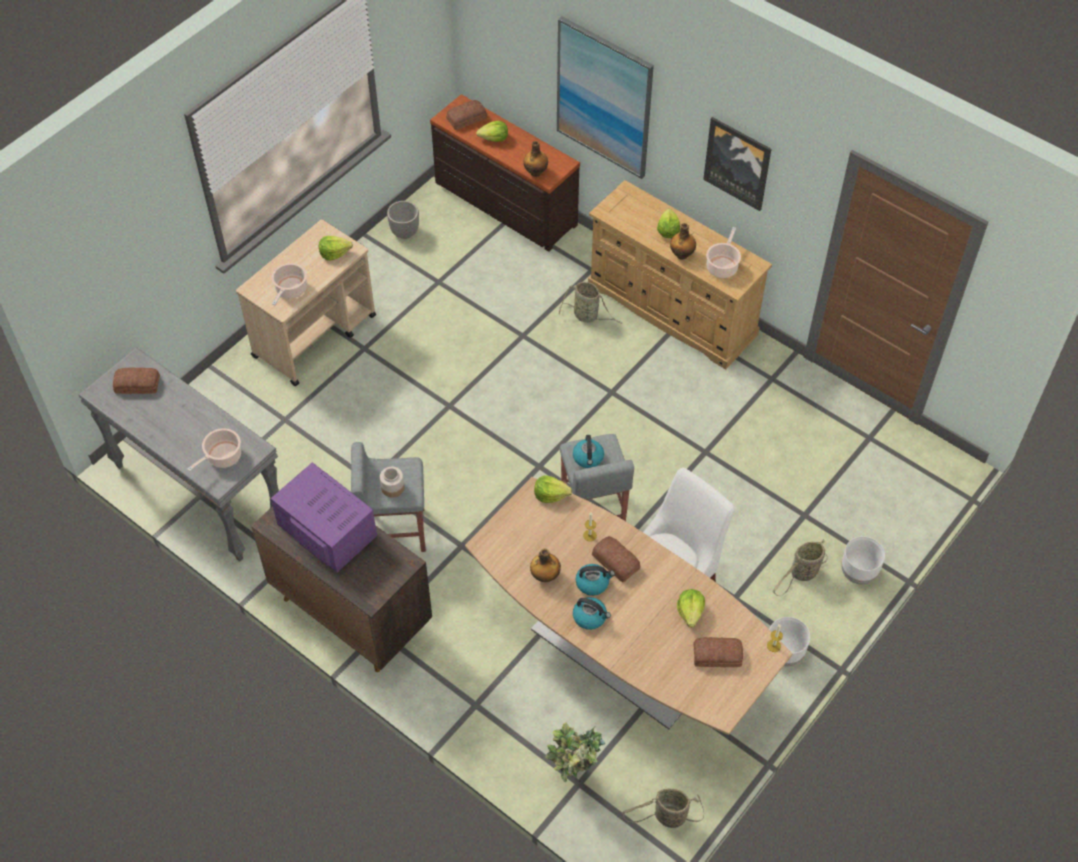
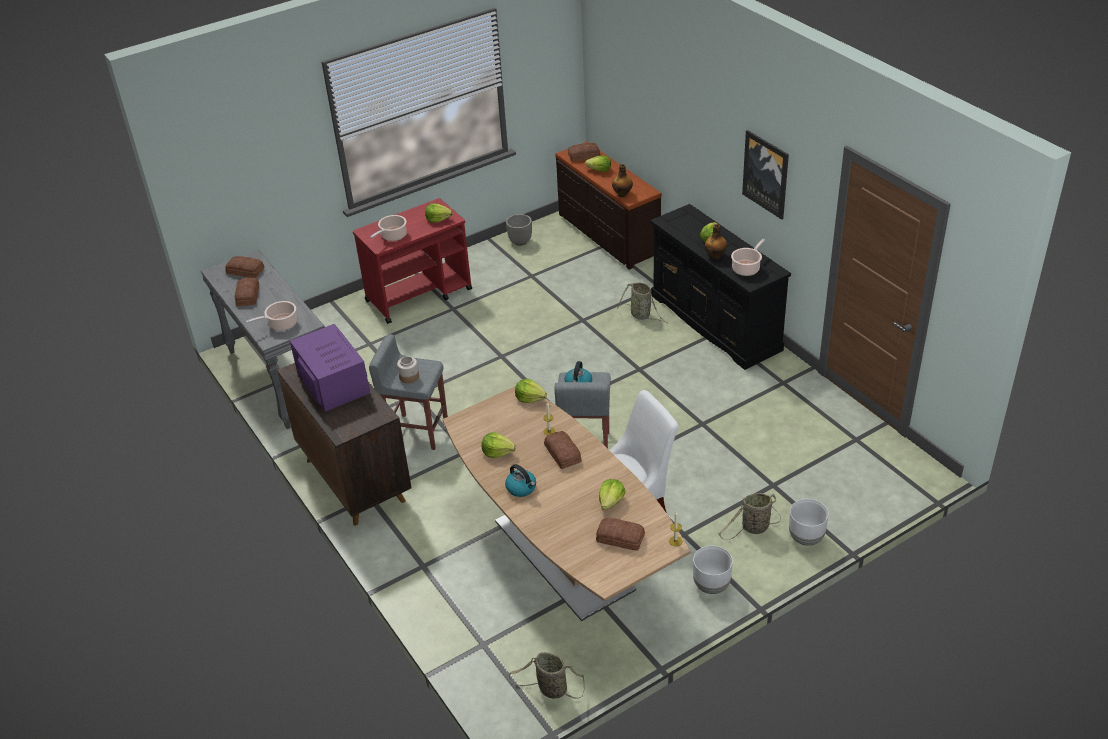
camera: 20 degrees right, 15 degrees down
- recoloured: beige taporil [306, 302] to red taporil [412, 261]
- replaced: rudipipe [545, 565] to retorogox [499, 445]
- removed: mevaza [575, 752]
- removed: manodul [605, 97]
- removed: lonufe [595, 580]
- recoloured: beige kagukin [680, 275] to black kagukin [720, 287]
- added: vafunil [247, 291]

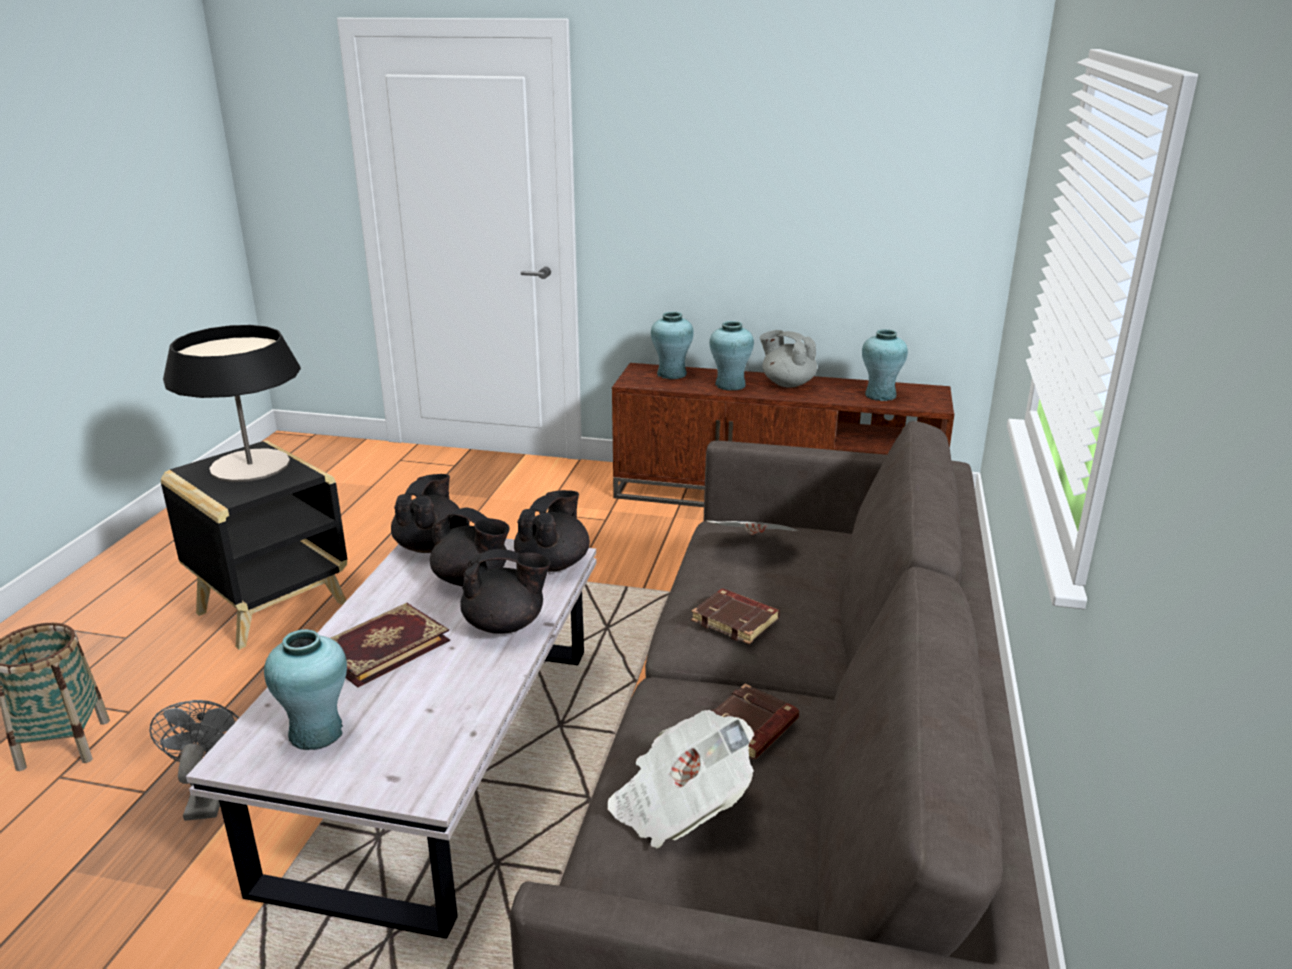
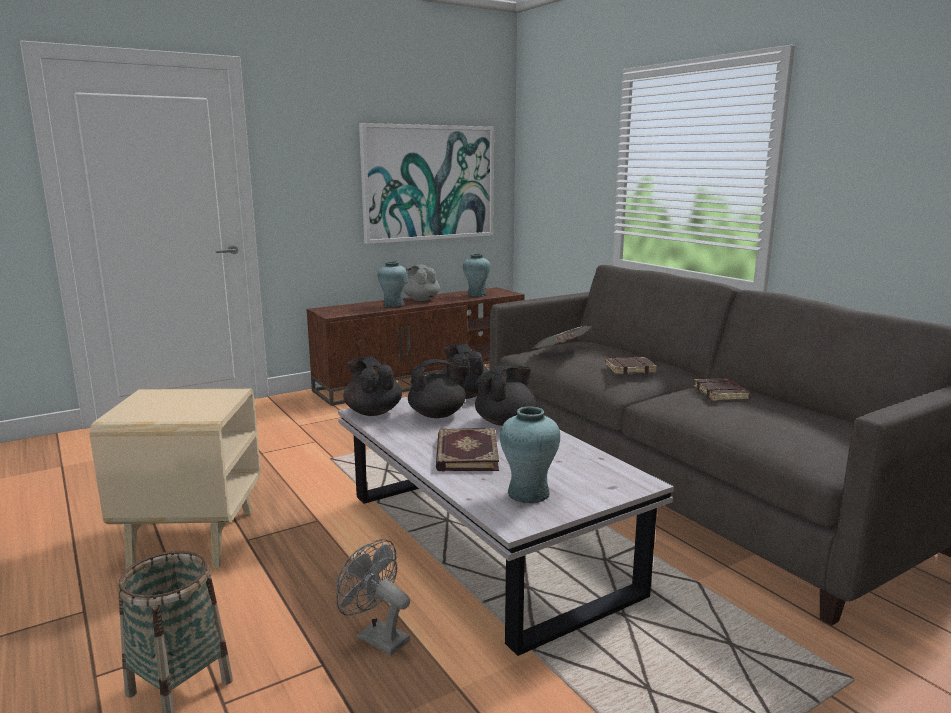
camera: 45 degrees left, 10 degrees down
- recoloured: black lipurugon [254, 545] to beige lipurugon [175, 479]
- removed: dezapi [232, 403]
- removed: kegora [680, 779]
- removed: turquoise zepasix [672, 345]
- turned: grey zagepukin [788, 358] = [421, 282] 60 degrees clockwise
- added: manodul [426, 183]

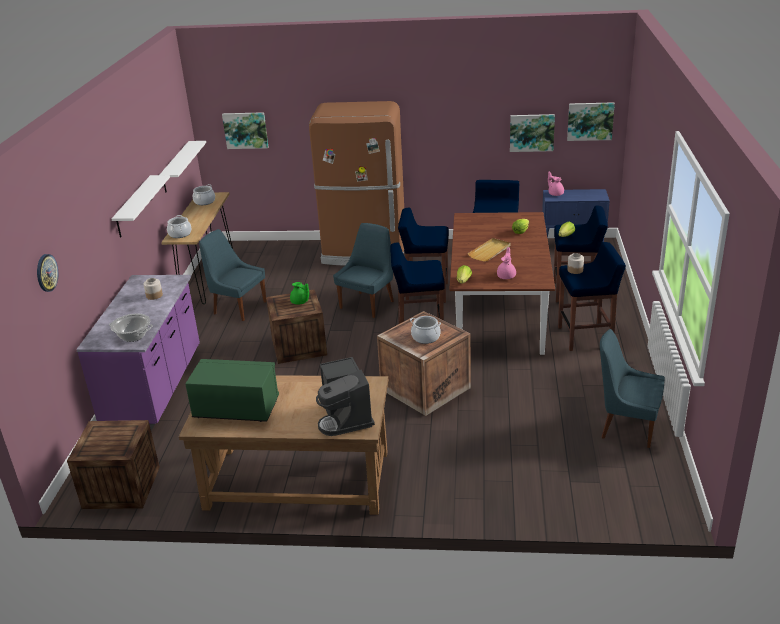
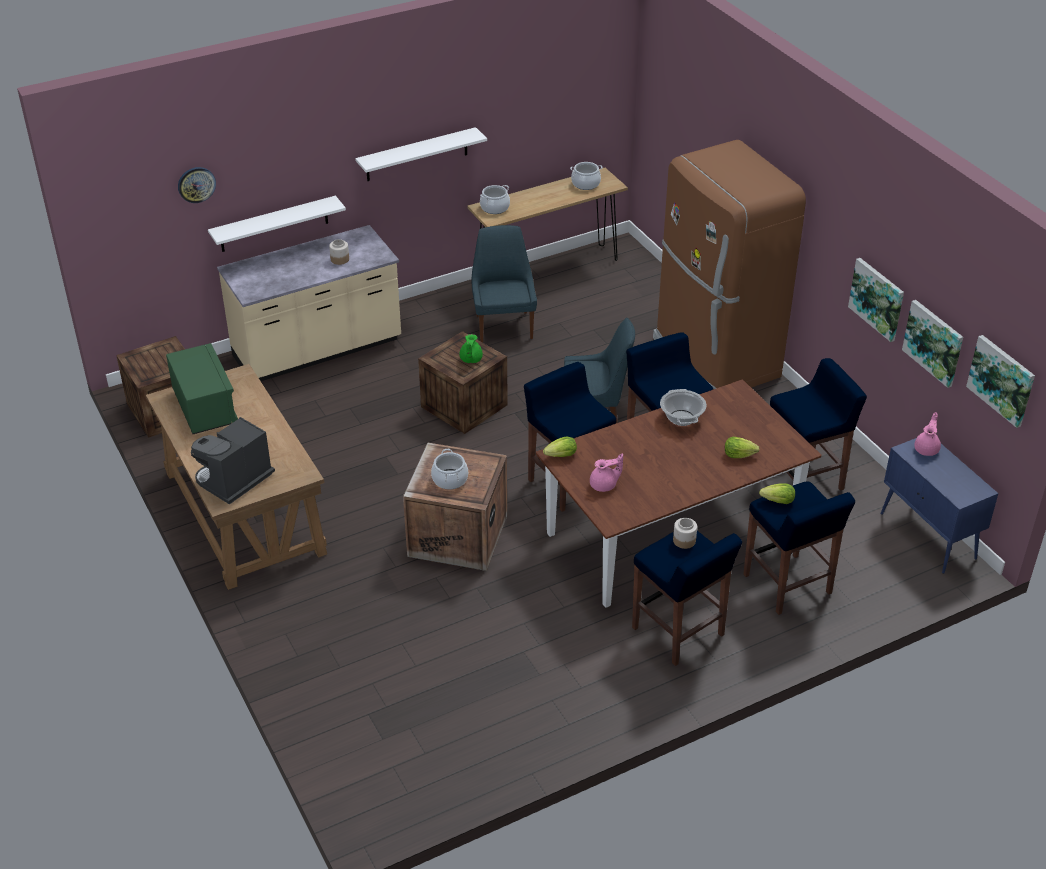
camera: 55 degrees right, 10 degrees up
- recoloured: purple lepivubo [138, 353] to beige lepivubo [309, 303]
- moved: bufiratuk [131, 328] to [683, 407]
- moved: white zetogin [182, 167] to [277, 224]
- moved: manodul [245, 130] to [876, 300]
- removed: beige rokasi [489, 250]
- removed: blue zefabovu [632, 388]

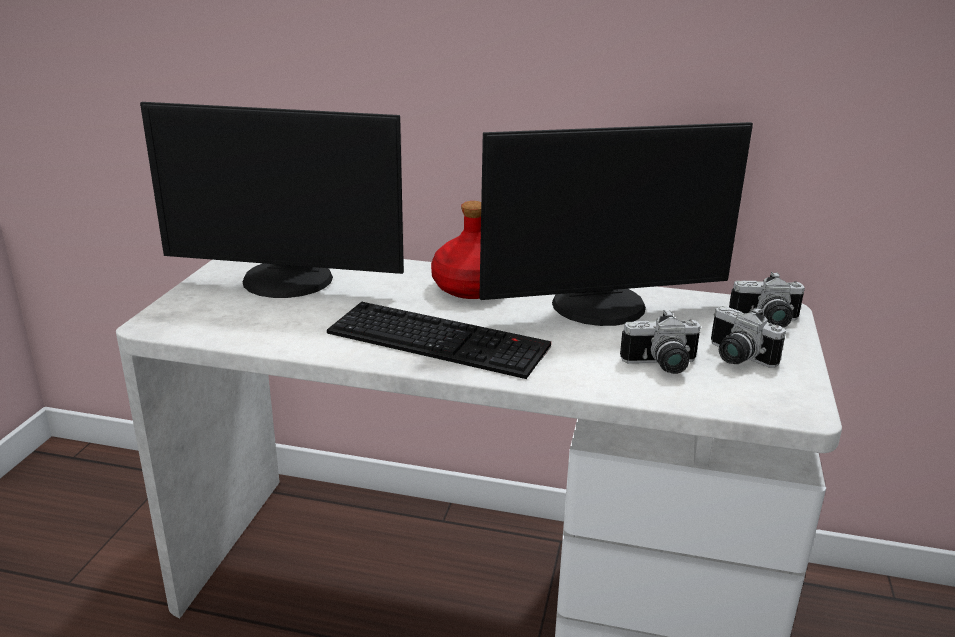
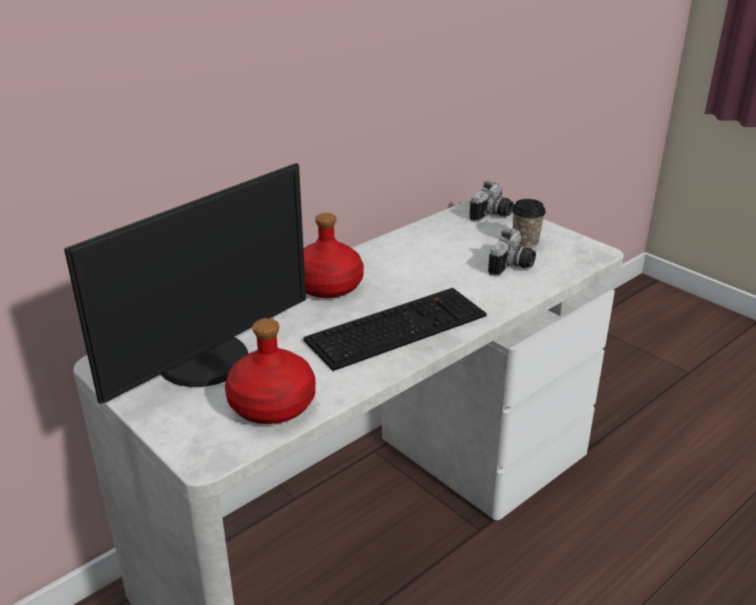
camera: 55 degrees left, 5 degrees up
- removed: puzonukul [616, 224]
- replaced: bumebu [748, 337] to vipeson [529, 223]
- added: red rudipipe [270, 371]

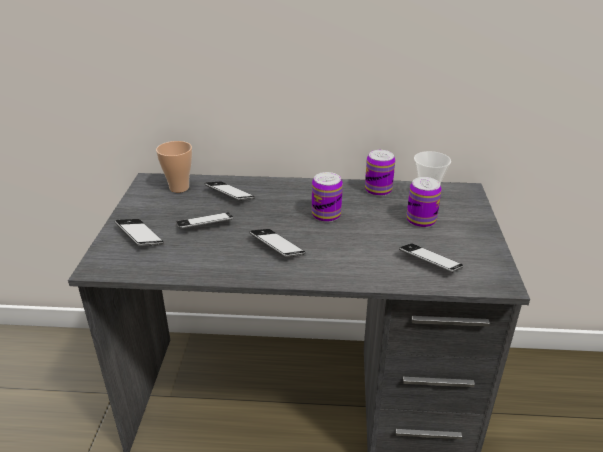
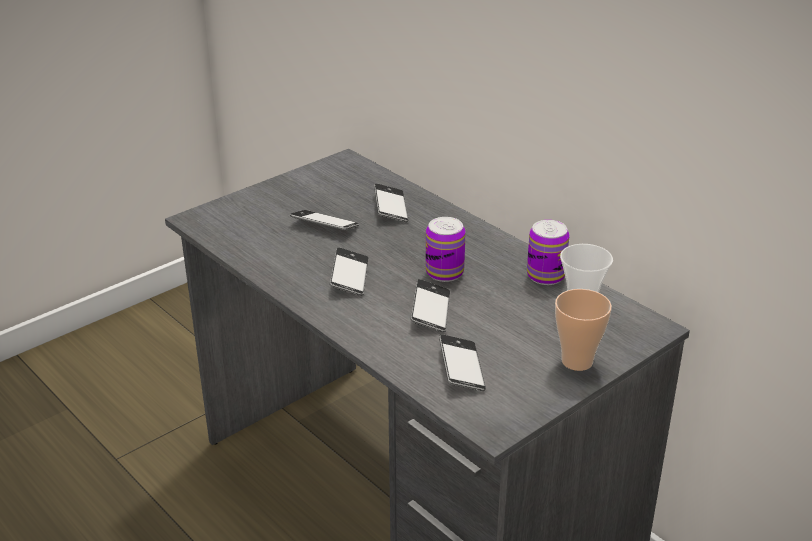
camera: 45 degrees right, 0 degrees up
- moved: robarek [139, 232] to [430, 305]
- moved: vipeson [174, 167] to [583, 330]
- removed: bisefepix [424, 202]

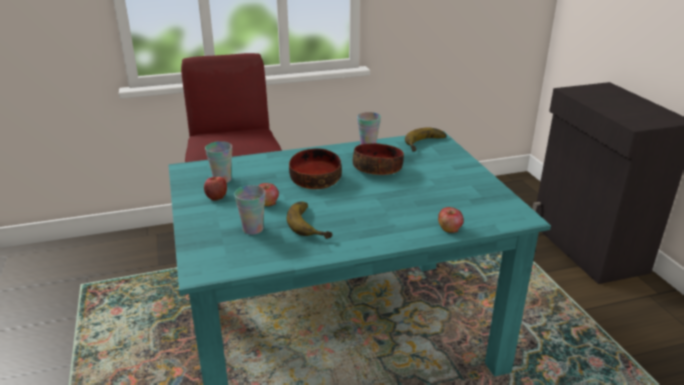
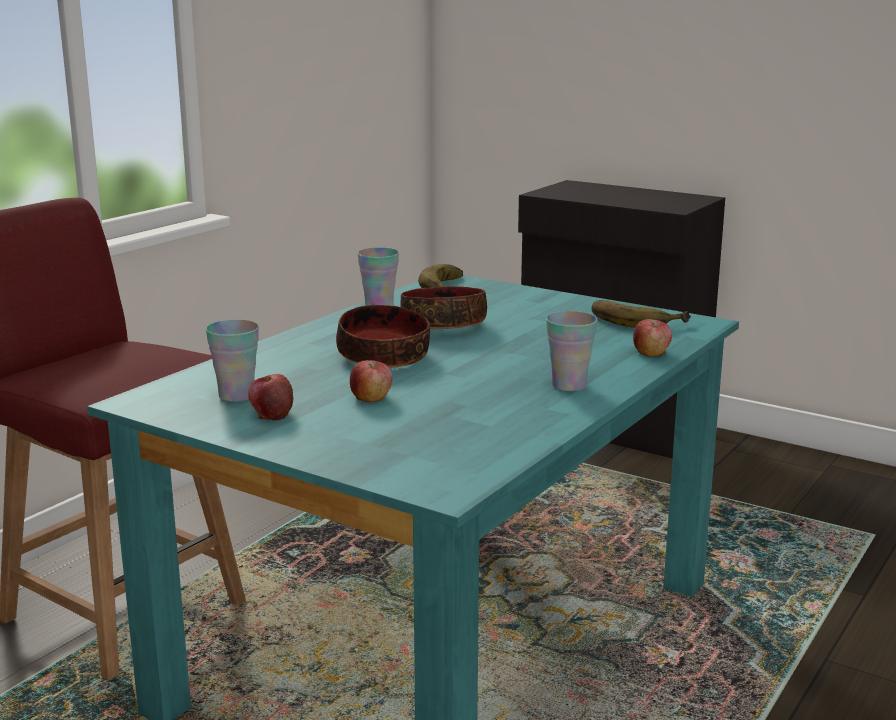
camera: 40 degrees left, 10 degrees down
- moved: vipeson [250, 210] to [571, 351]
- moved: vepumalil [310, 220] to [641, 314]

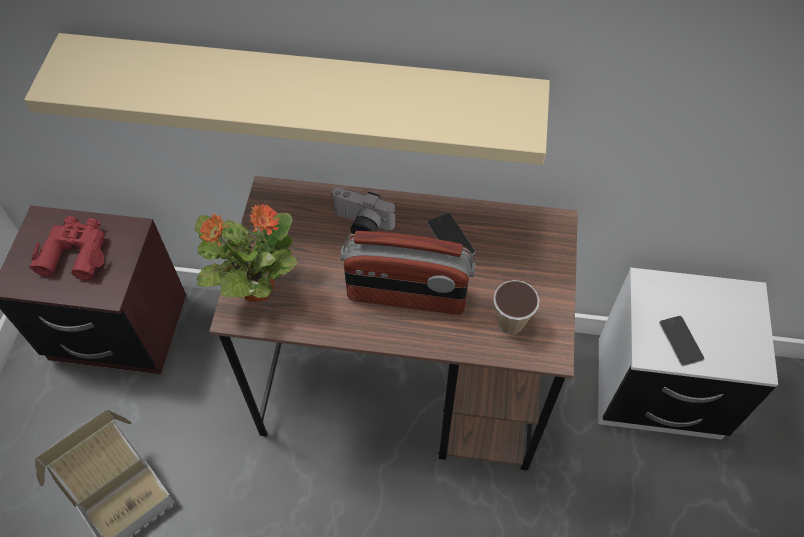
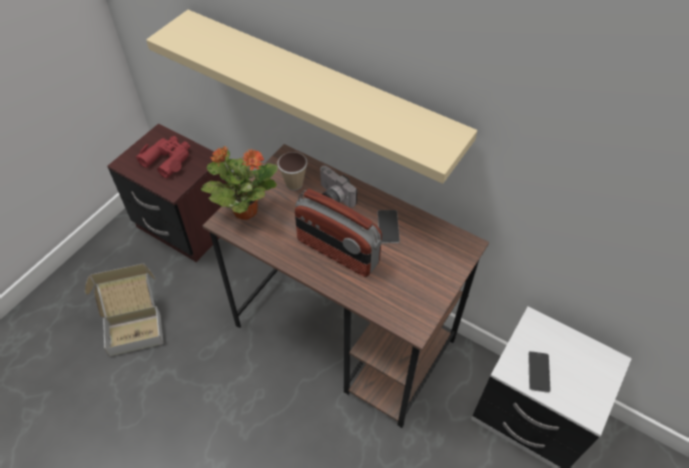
camera: 25 degrees right, 5 degrees down
- moved: vipeson [517, 307] to [292, 171]

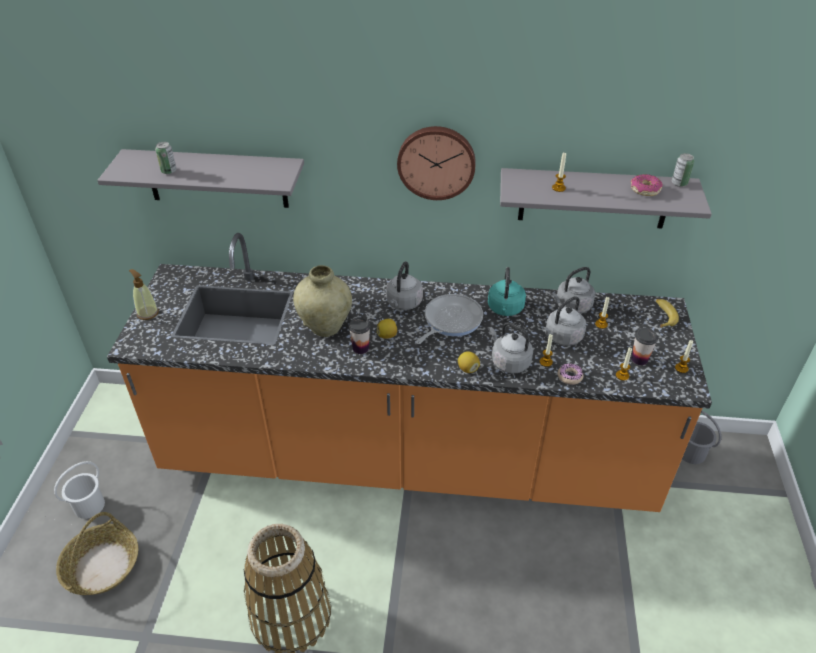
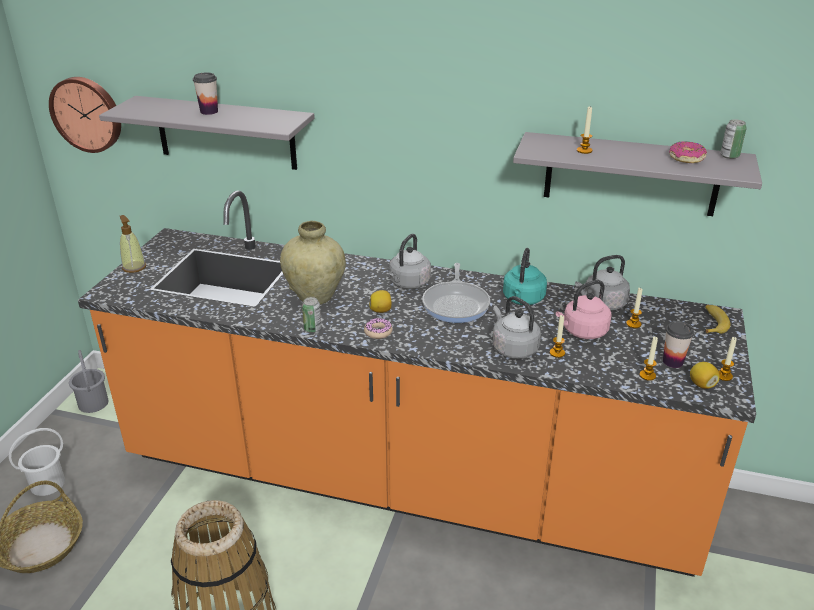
camera: 10 degrees right, 10 degrees down
- moved: bisefepix [166, 158] to [311, 315]
- moved: vipeson [360, 335] to [205, 93]
- moved: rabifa [436, 163] to [85, 115]
- turned: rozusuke [449, 319] = [456, 293] 135 degrees clockwise
- moved: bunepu [469, 362] to [705, 375]
- recoloured: grey lonufe [564, 321] to pink lonufe [584, 309]
- moved: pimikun [570, 374] to [378, 328]
- moved: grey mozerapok [702, 437] to [89, 381]

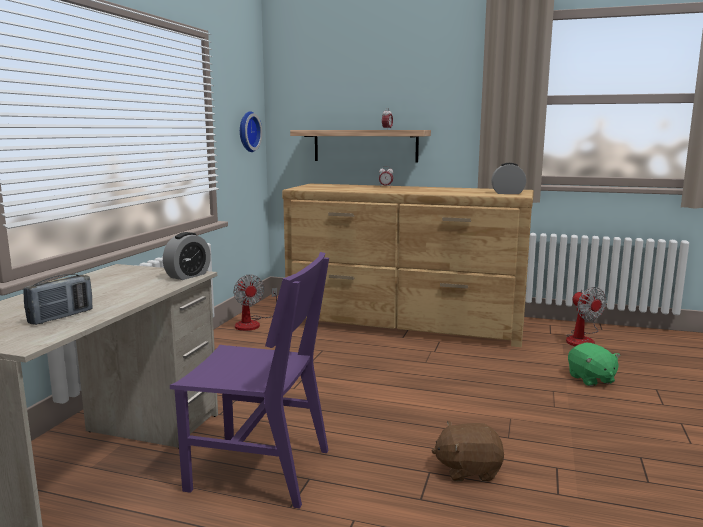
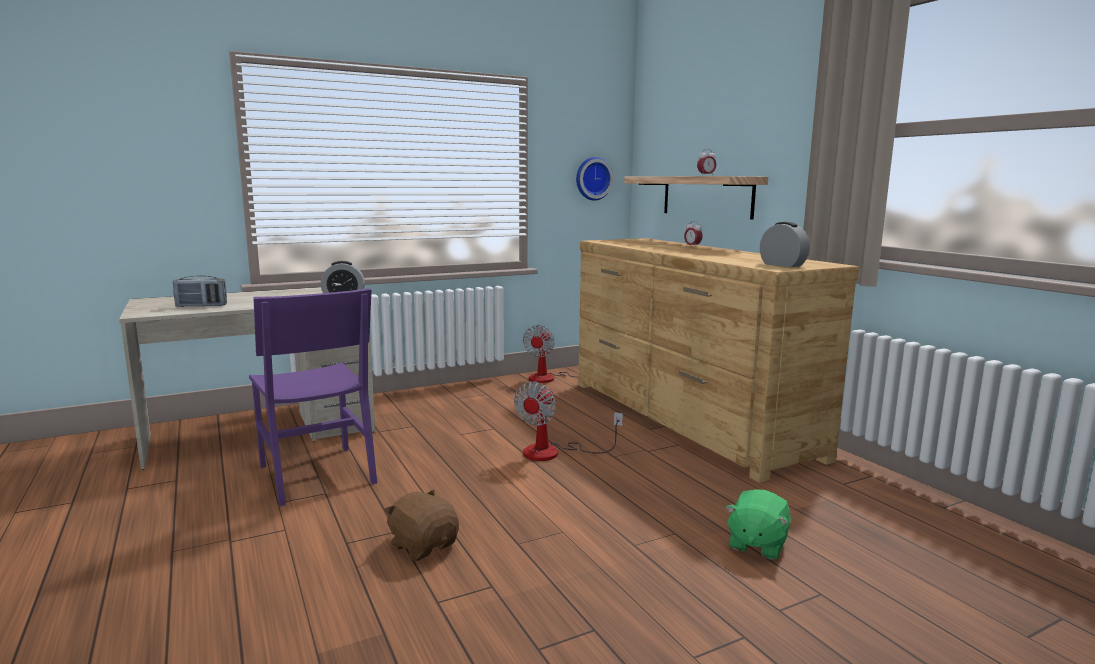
camera: 45 degrees right, 0 degrees up
- moved: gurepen [586, 316] to [568, 421]

